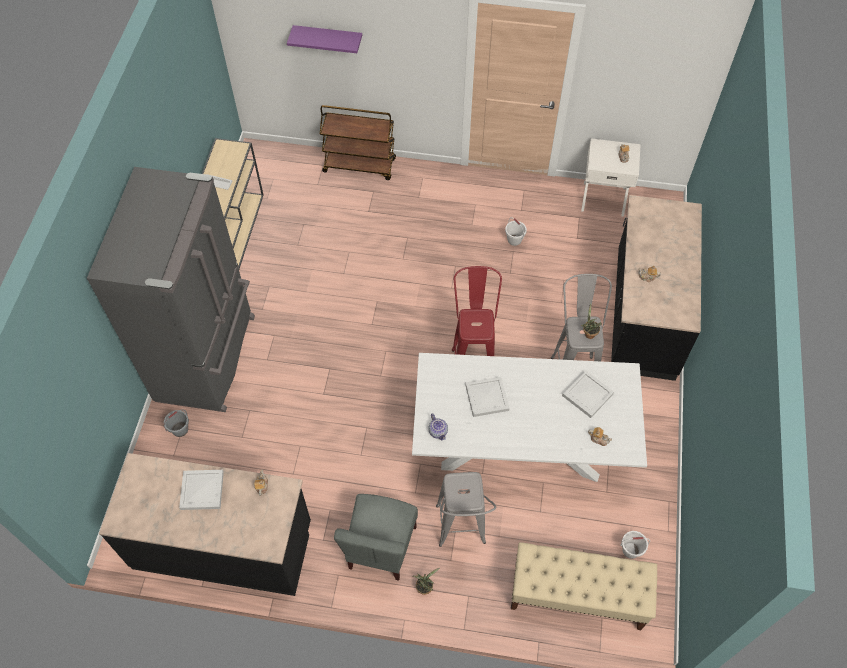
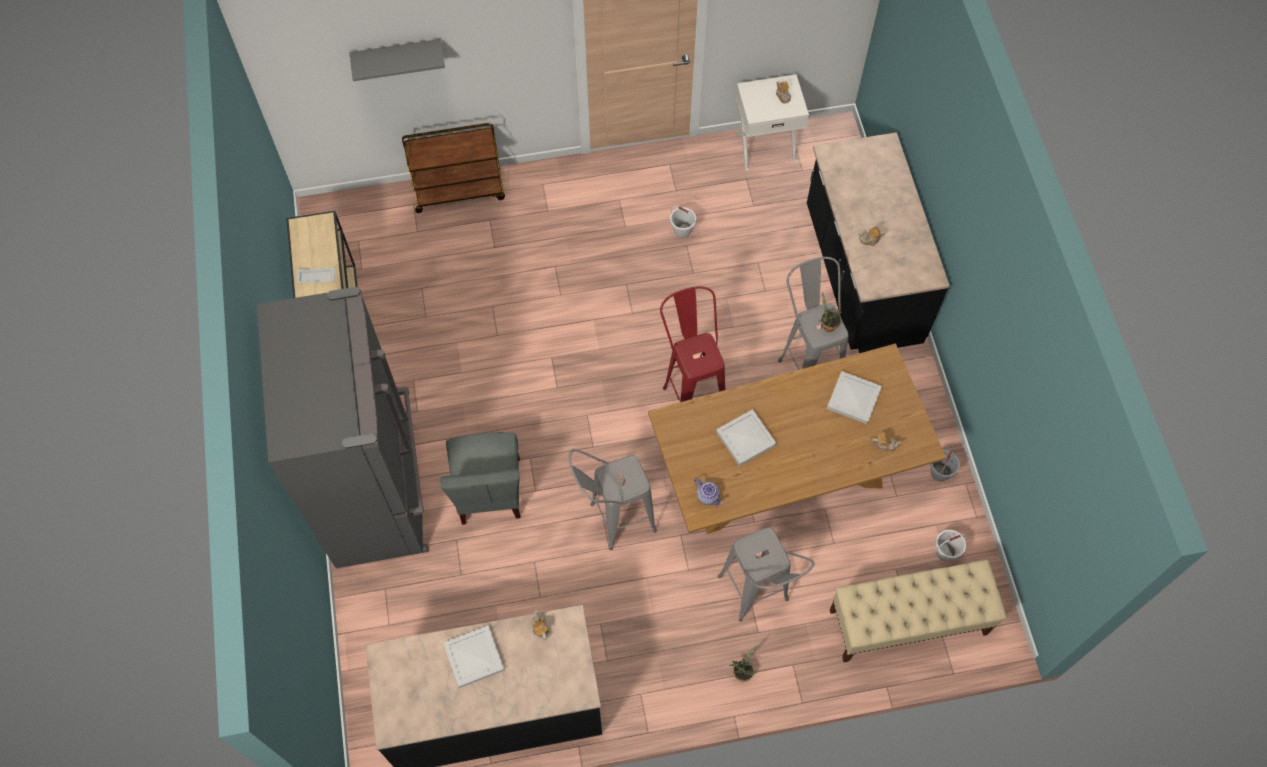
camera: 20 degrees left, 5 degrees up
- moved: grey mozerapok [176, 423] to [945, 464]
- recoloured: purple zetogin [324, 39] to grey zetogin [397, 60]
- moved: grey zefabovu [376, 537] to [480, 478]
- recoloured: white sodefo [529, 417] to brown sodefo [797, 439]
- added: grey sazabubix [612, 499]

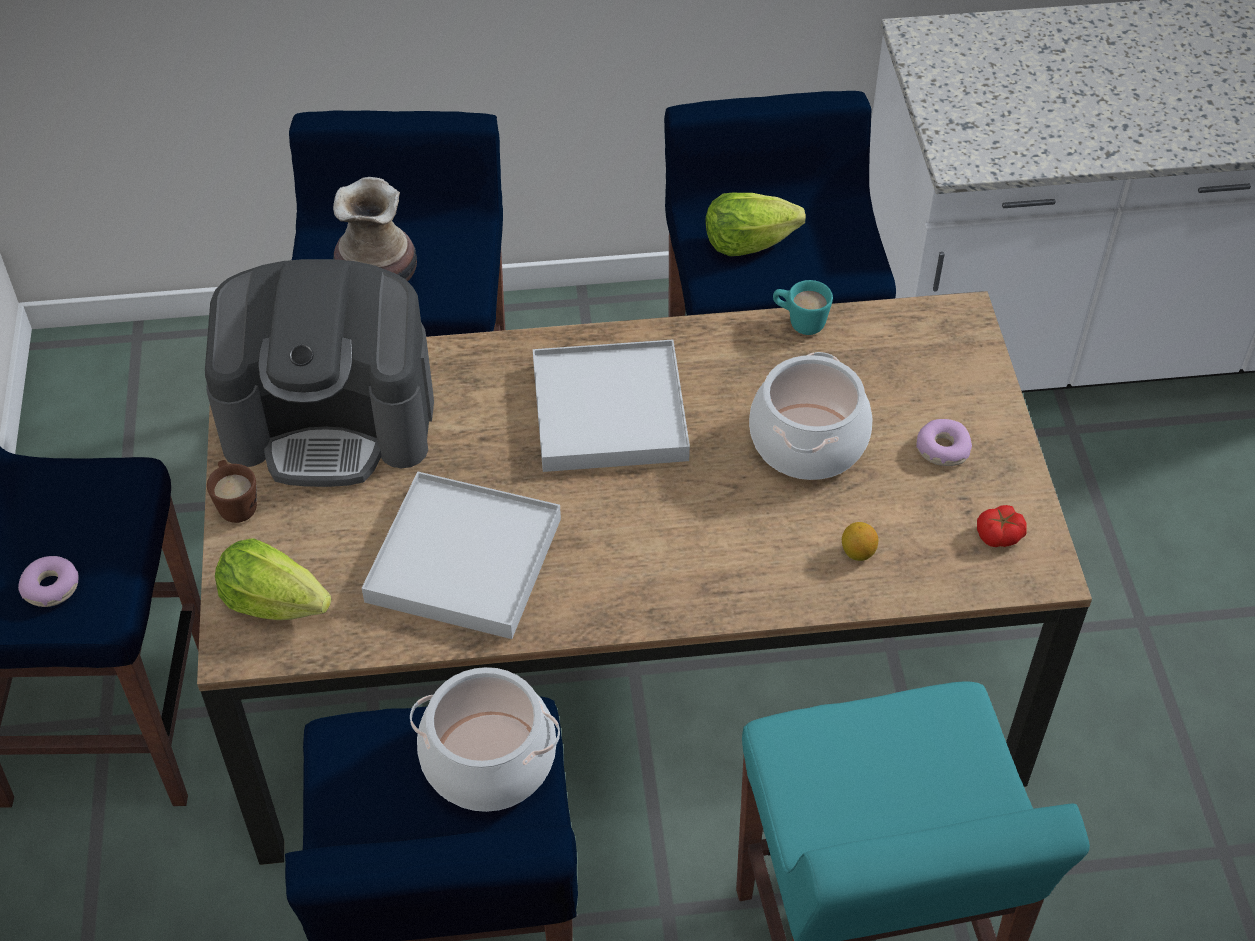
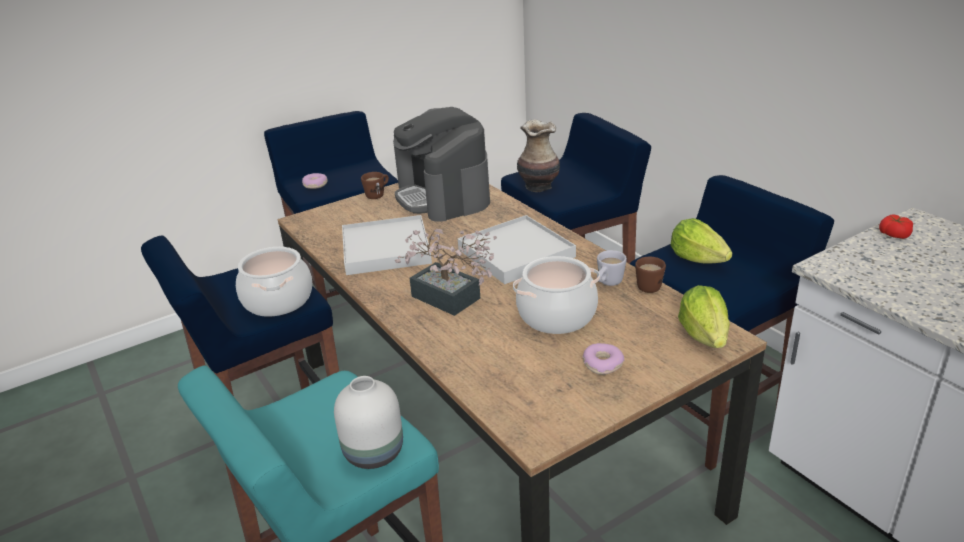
camera: 65 degrees right, 20 degrees down
- moved: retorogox [273, 579] to [704, 316]
- recoloured: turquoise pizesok [803, 307] to brown pizesok [650, 275]
- removed: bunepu [860, 541]
- moved: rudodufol [1002, 526] to [896, 227]
- added: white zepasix [368, 422]
- added: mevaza [446, 272]
- added: white pizesok [612, 268]

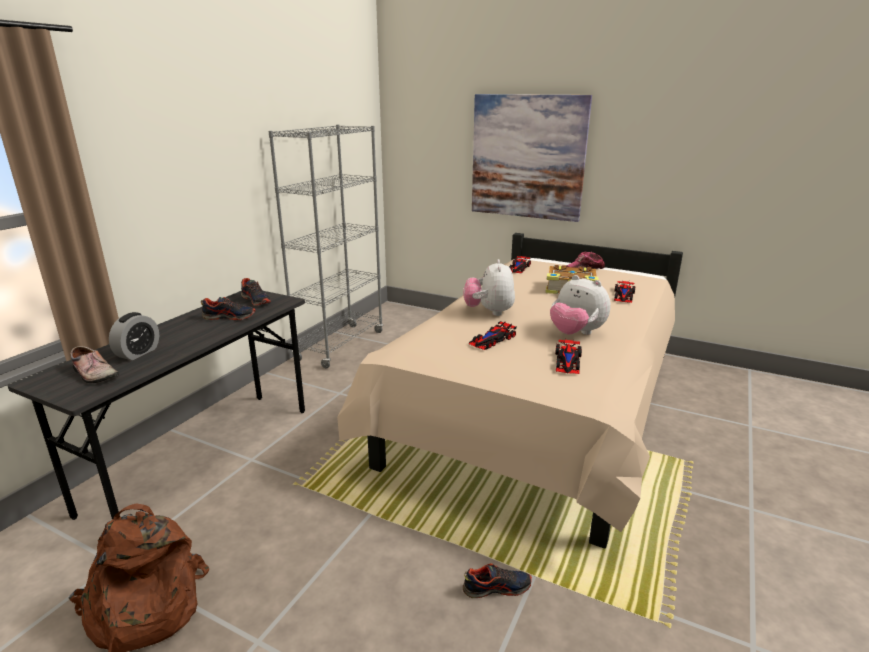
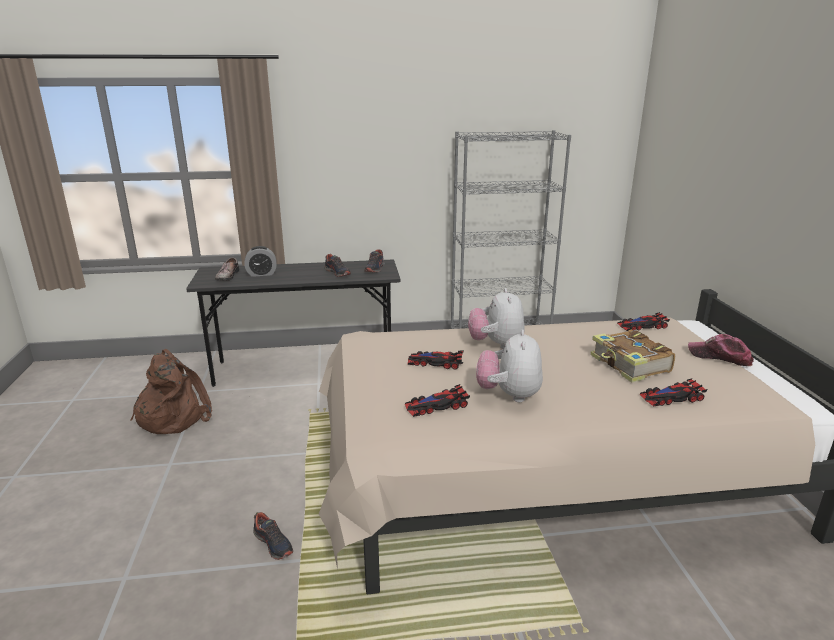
camera: 55 degrees right, 0 degrees up
- turned: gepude [489, 287] = [496, 318] 60 degrees counterclockwise
- removed: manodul [532, 158]

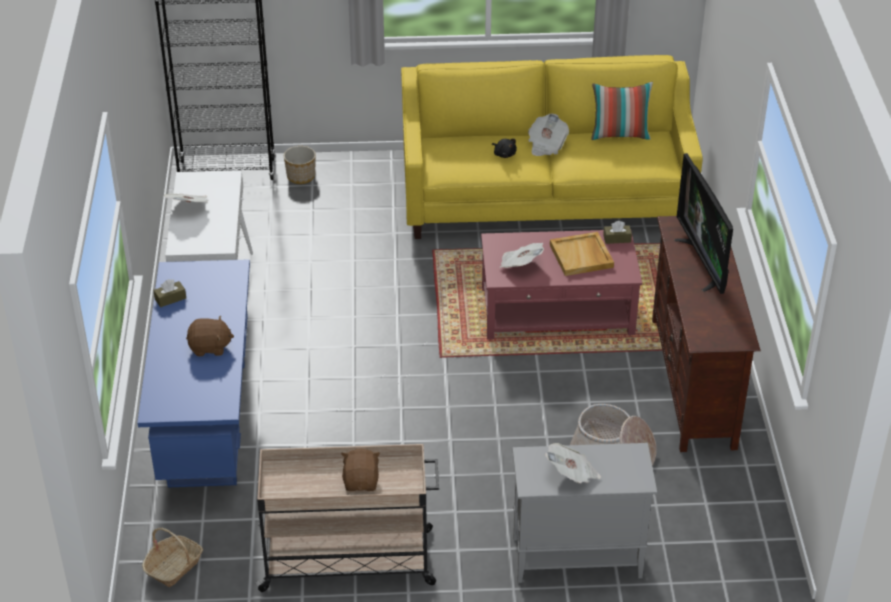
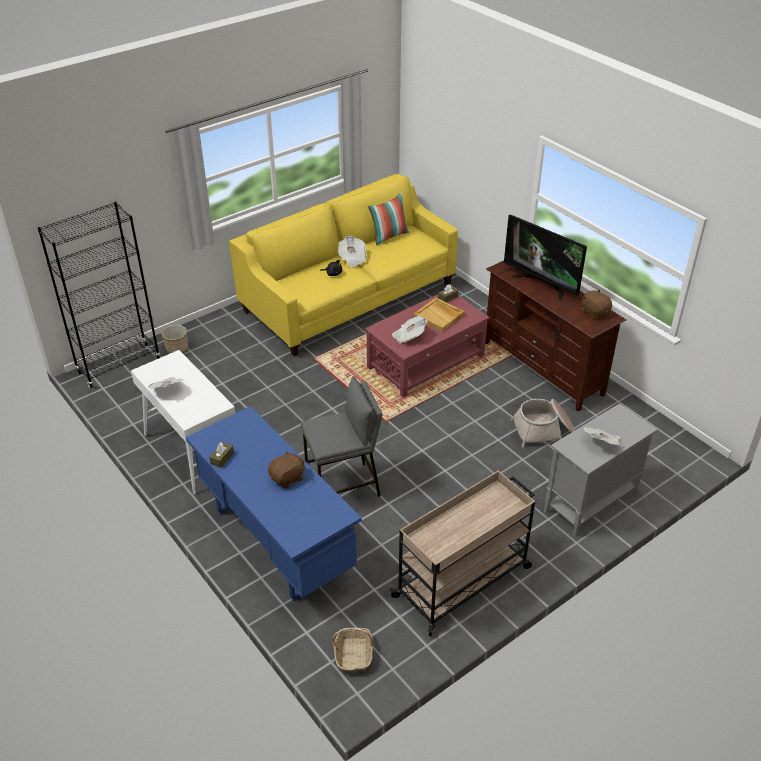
camera: 35 degrees left, 0 degrees up
- moved: brown gepude [360, 470] to [597, 304]
- added: grey sazabubix [341, 436]

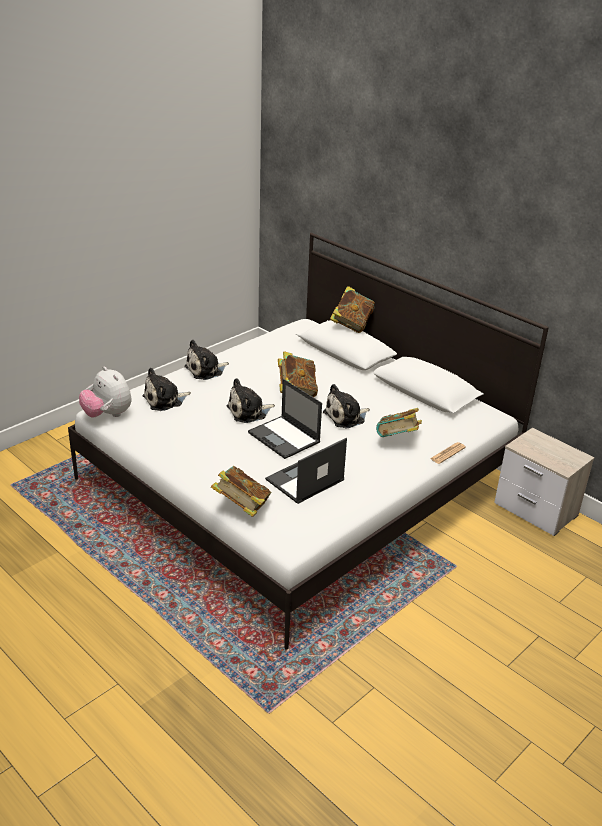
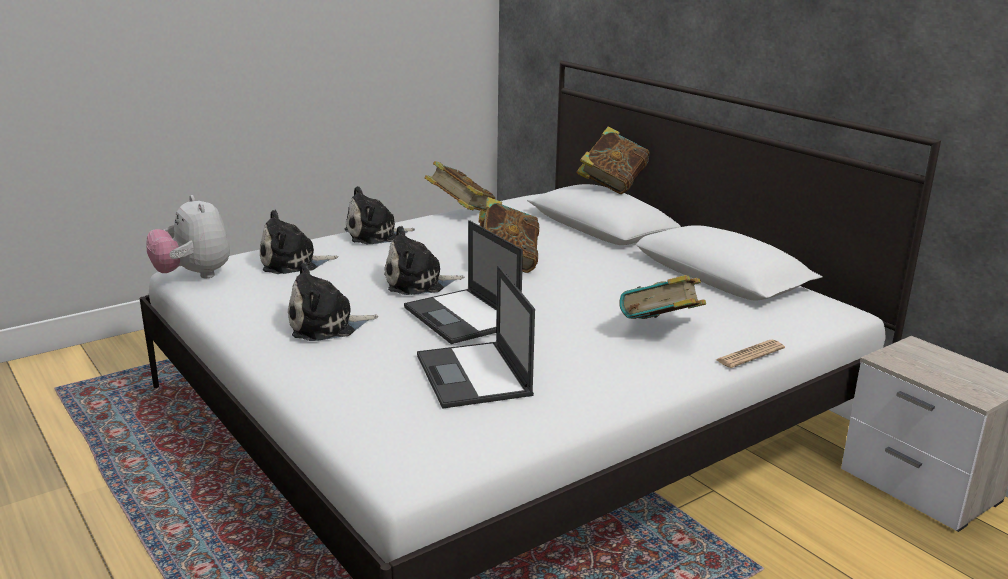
camera: 10 degrees right, 10 degrees down
- moved: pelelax [241, 491] to [459, 186]
- turned: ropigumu [306, 471] = [476, 337] 75 degrees counterclockwise
- moved: gepude [346, 406] to [333, 301]

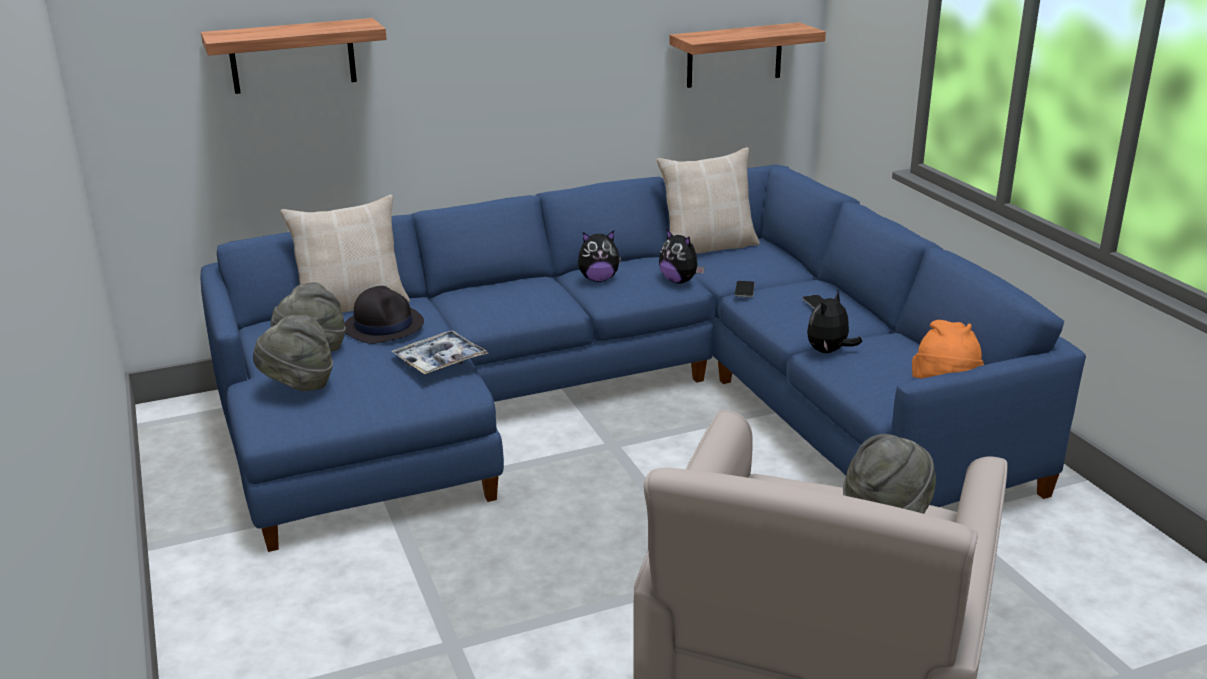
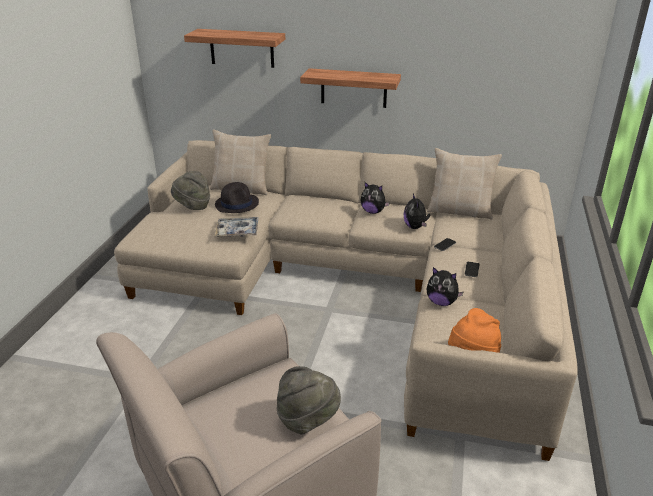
camera: 35 degrees right, 5 degrees up
- recoloured: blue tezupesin [643, 358] to beige tezupesin [346, 300]
- removed: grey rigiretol [293, 353]
- moved: zetogin [747, 55] to [350, 88]
- turned: gepude [834, 322] = [444, 286] 135 degrees counterclockwise

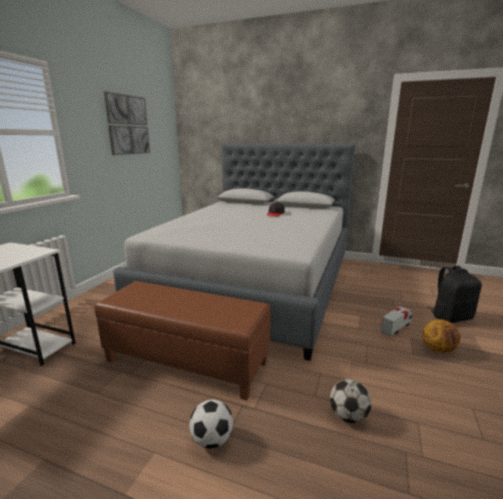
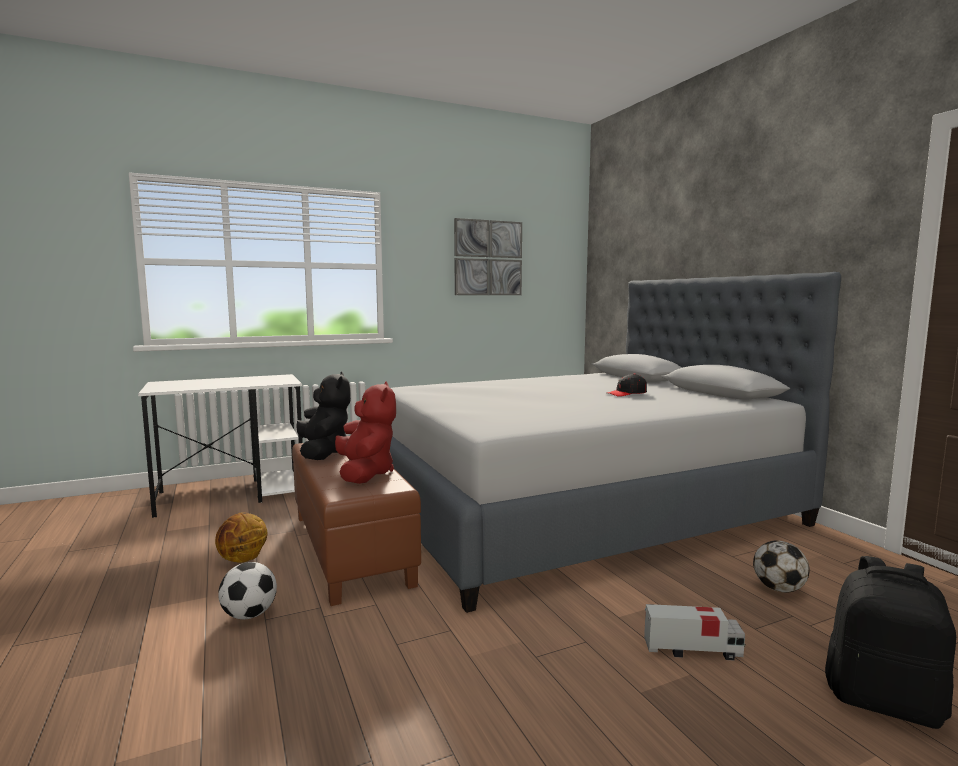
camera: 45 degrees right, 10 degrees down
- moved: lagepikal [350, 401] to [781, 566]
- moved: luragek [441, 336] to [241, 538]
- added: black gepude [323, 416]
- added: red gepude [365, 432]

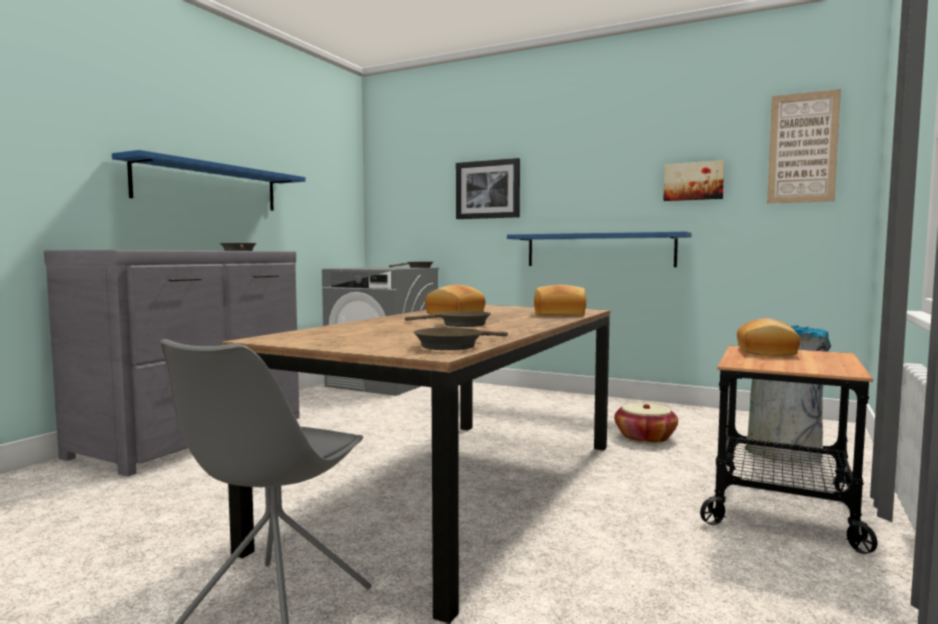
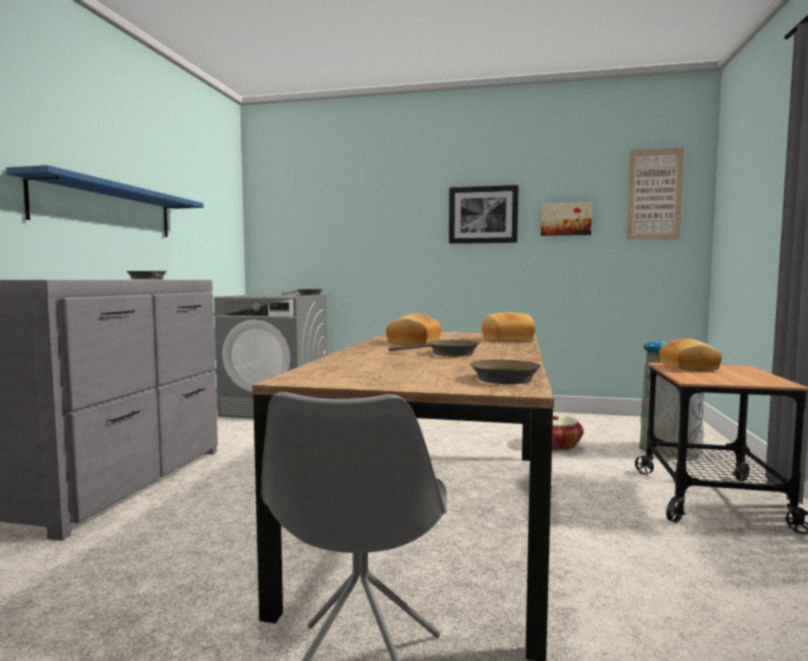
camera: 15 degrees left, 0 degrees up
- moved: manodul [488, 188] to [484, 214]
- removed: blue zetogin [599, 249]

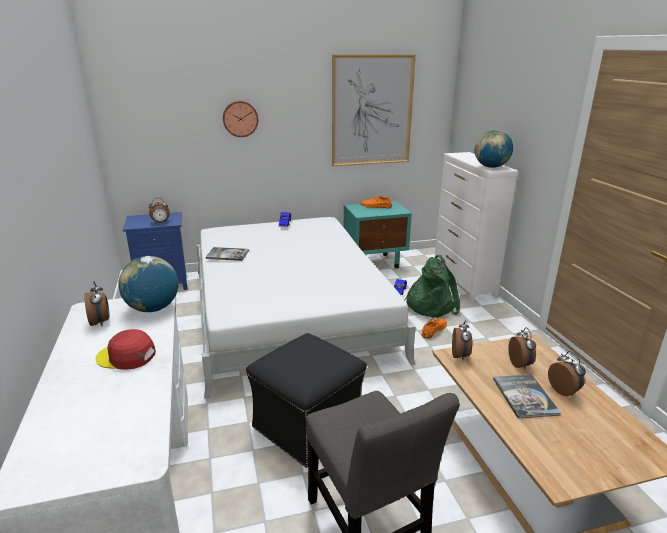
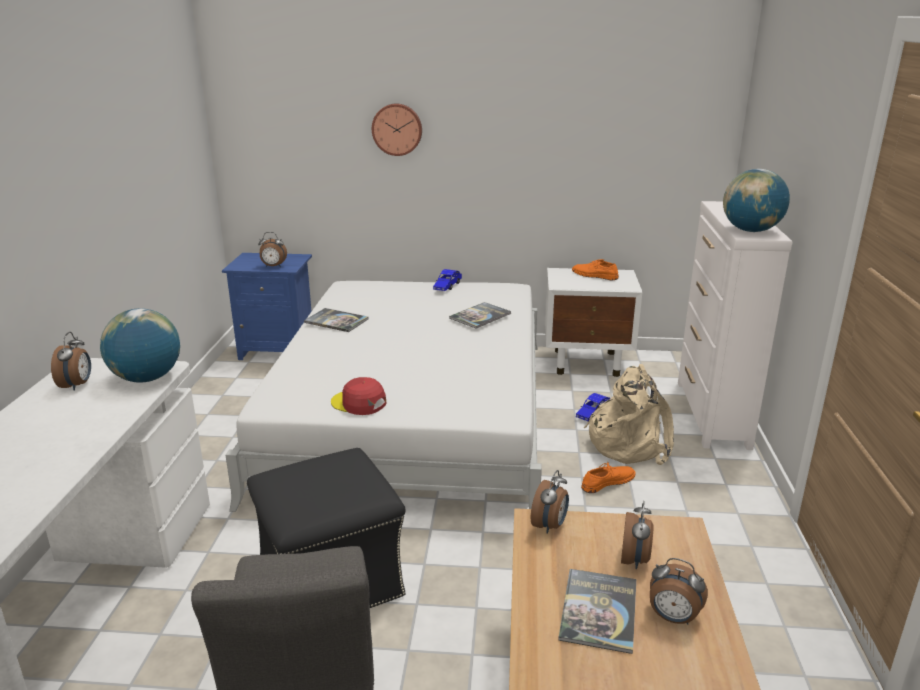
camera: 20 degrees right, 0 degrees up
- moved: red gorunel [126, 349] to [359, 396]
- removed: manodul [374, 110]
- recoloured: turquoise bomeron [378, 234] to white bomeron [593, 322]
- recoloured: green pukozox [432, 286] to beige pukozox [629, 414]
- turned: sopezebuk [567, 373] = [679, 591] 120 degrees clockwise
- added: pelelax [480, 315]

